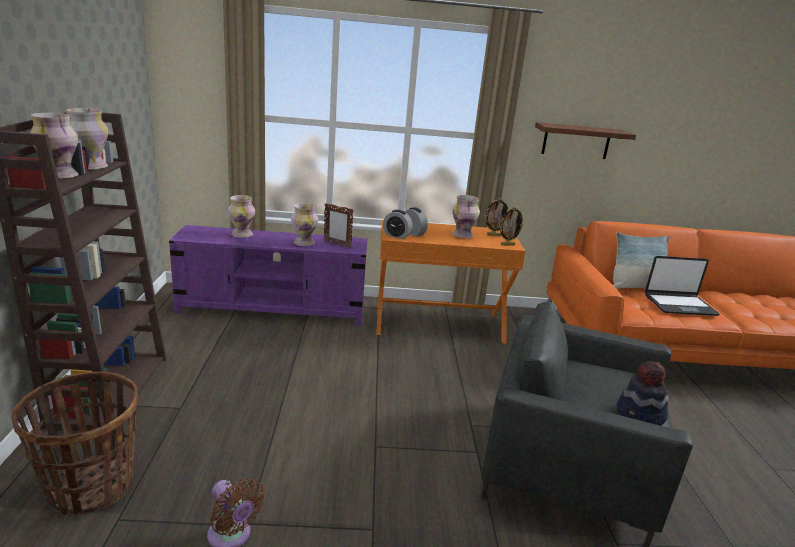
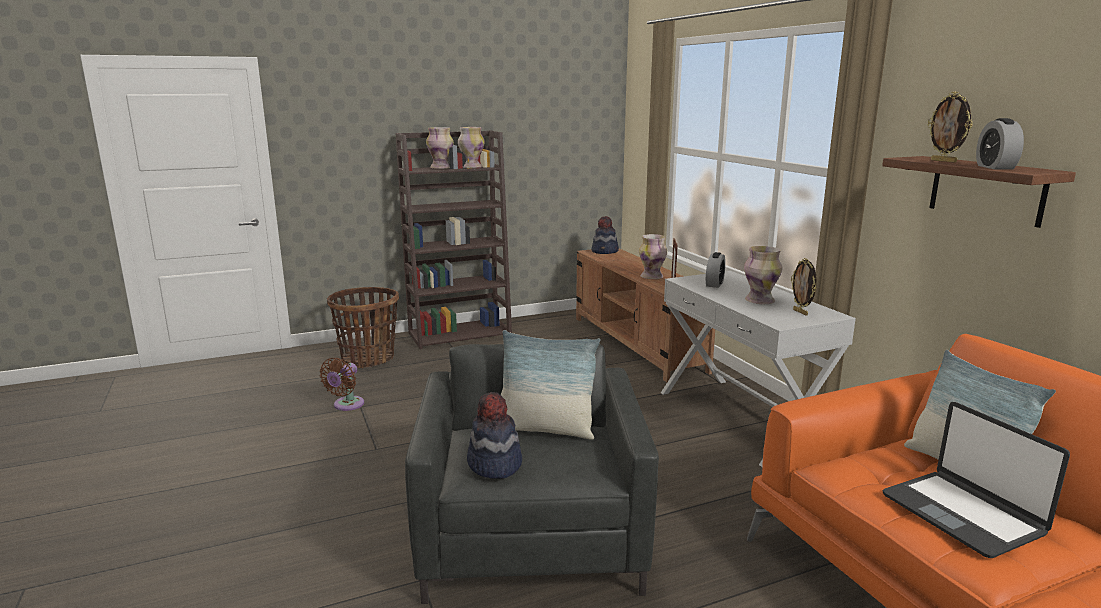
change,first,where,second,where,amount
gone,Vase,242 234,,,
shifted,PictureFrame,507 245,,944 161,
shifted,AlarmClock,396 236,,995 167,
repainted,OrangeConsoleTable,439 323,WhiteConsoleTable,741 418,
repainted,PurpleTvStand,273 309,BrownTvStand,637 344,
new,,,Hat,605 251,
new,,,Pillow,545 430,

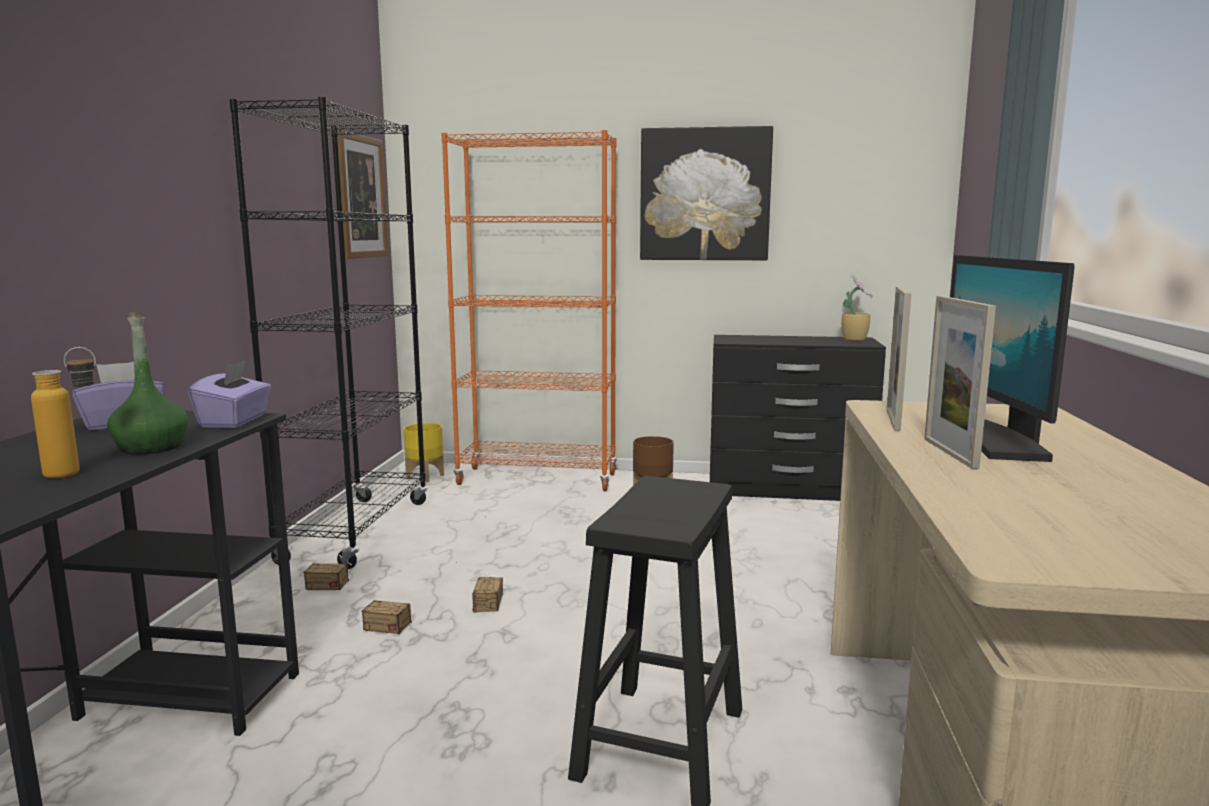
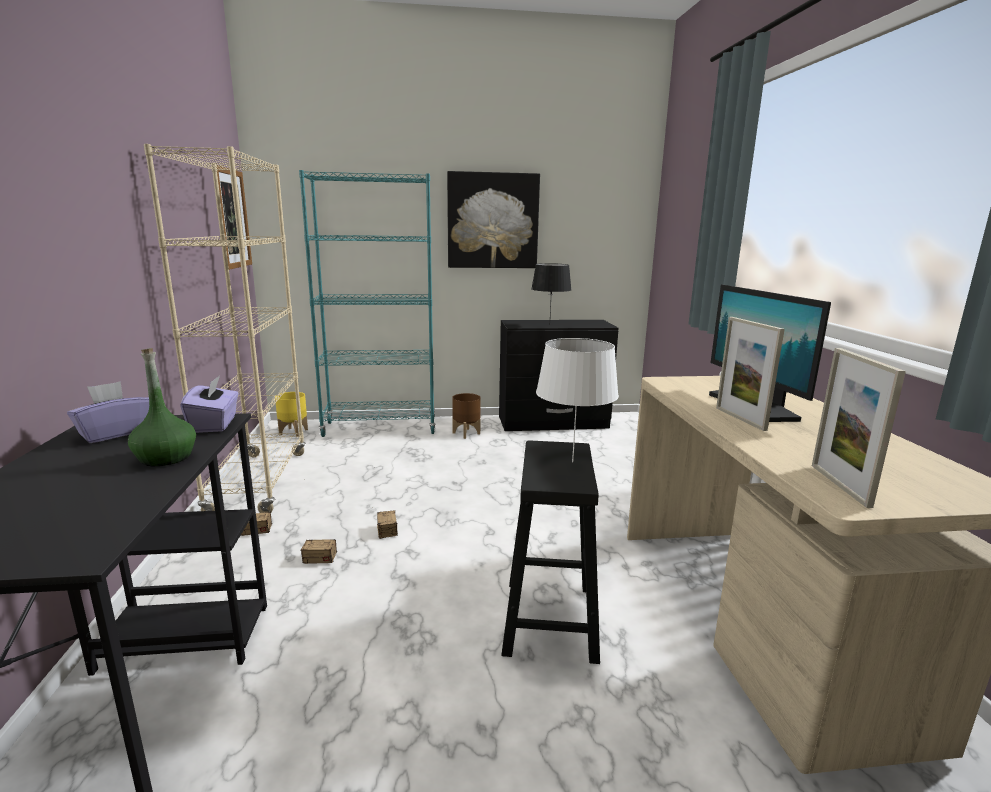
change,first,where,second,where,amount
repainted,BlackBookcase,356 531,BeigeBookcase,259 482,
repainted,OrangeBookcase,538 479,TurquoiseBookcase,380 428,
gone,PottedPlant,855 339,,,
shifted,PictureFrame,893 419,,839 485,
gone,Bottle,77 473,,,
new,,,BlackTableLamp,550 325,
new,,,WhiteTableLamp,571 462,

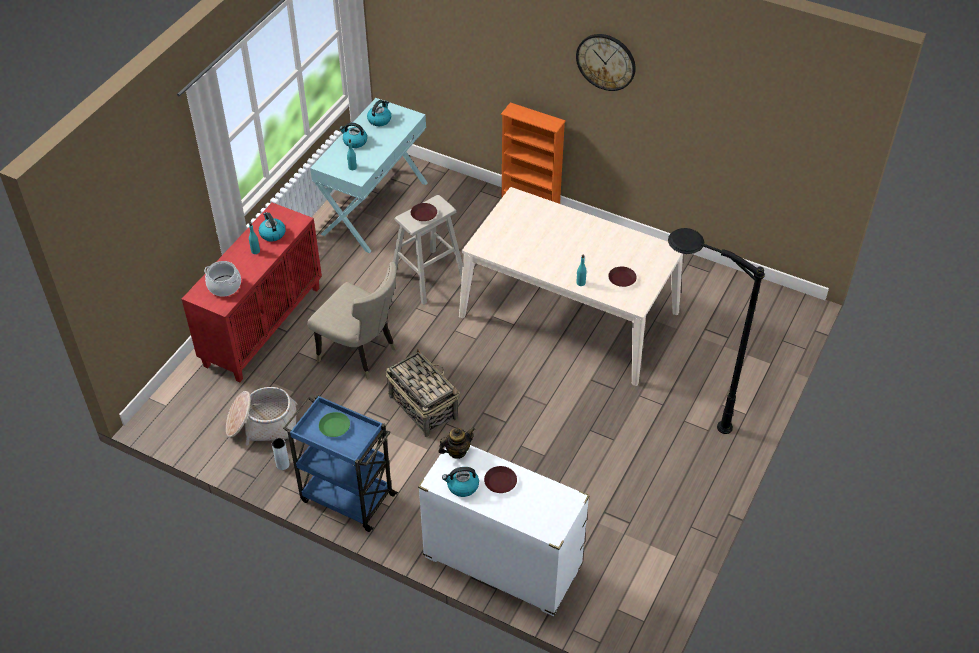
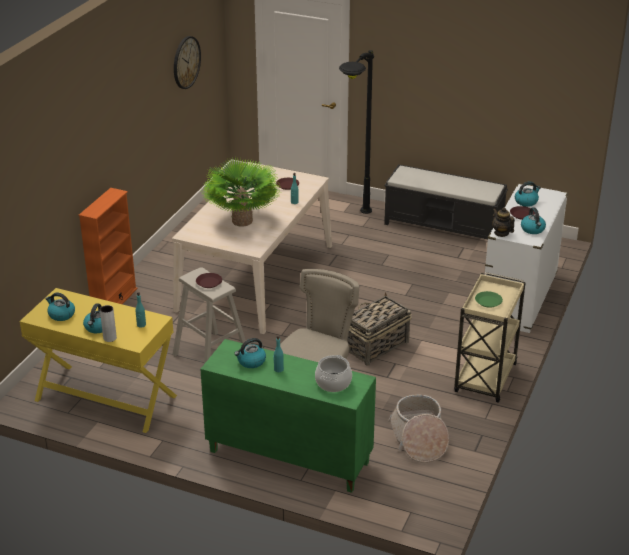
change,first,where,second,where,amount
shifted,WallClock,606 61,,186 62,
repainted,TurquoiseConsoleTable,374 208,YellowConsoleTable,105 398,
repainted,RedCabinet,263 325,GreenCabinet,287 457,
repainted,BlueCart,346 497,BeigeCart,485 379,
shifted,GreyVase,282 464,,110 338,
new,,,PottedPlant,242 221,
new,,,BlackBench,444 226,
new,,,Kettle,526 202,

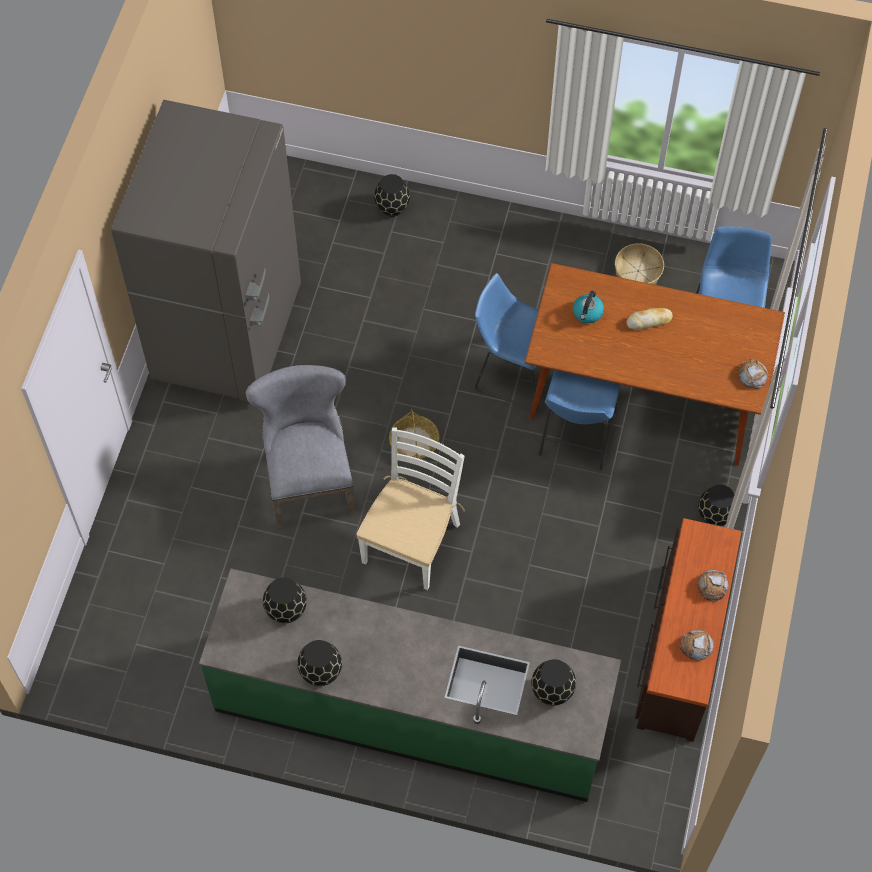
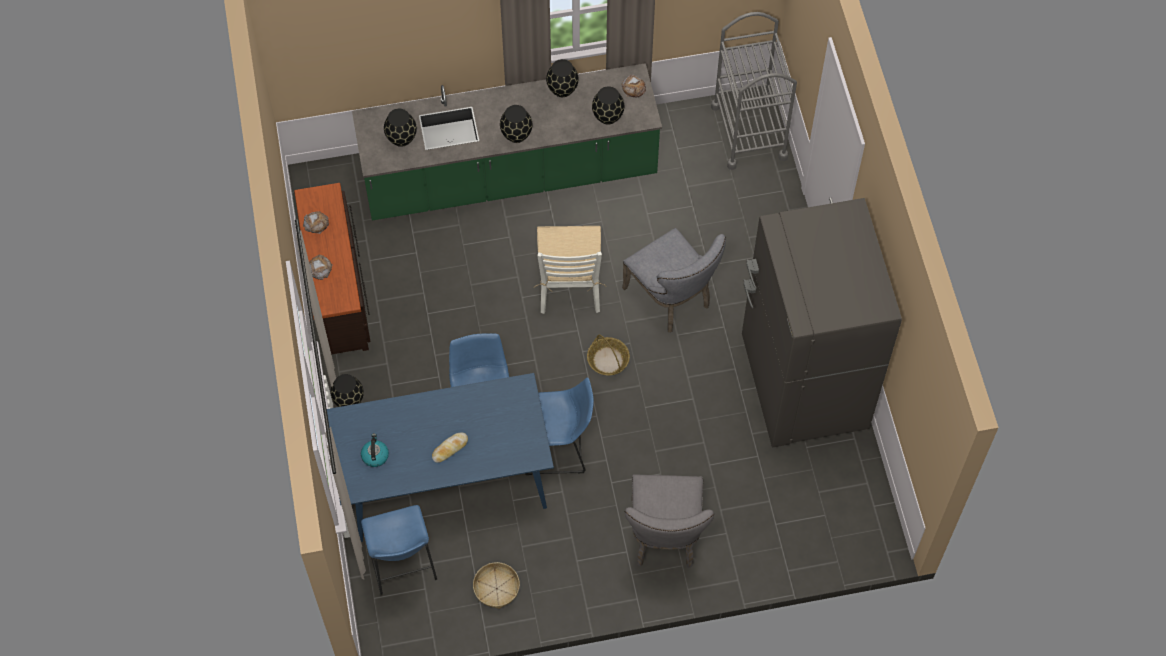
change,first,where,second,where,amount
shifted,BlackVase,392 208,,516 134,
repainted,BrownDiningTable,645 392,BlueDiningTable,444 479,
shifted,Kettle,587 313,,375 455,
shifted,Bread,752 375,,633 88,
new,,,GreyCart,749 132,
new,,,GreyChair,665 538,

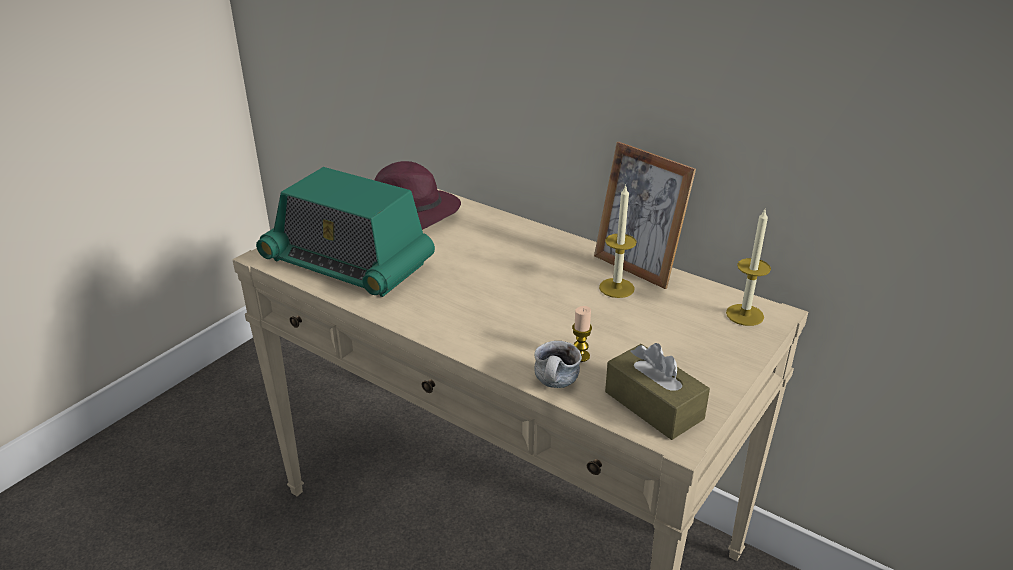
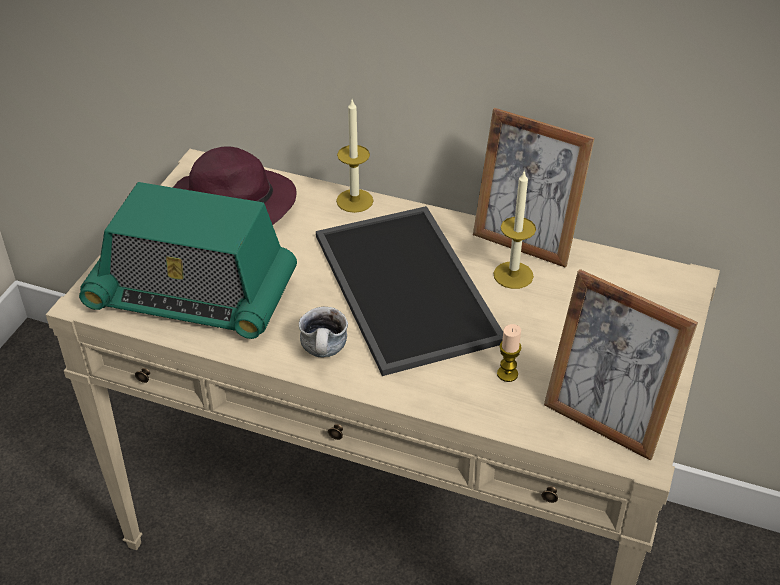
change,first,where,second,where,amount
shifted,Candle,744 315,,354 201,
shifted,Mug,556 385,,325 353,
swapped,BrownTissueBox,653 405,PictureFrame,604 421,
new,,,Tray,410 288,

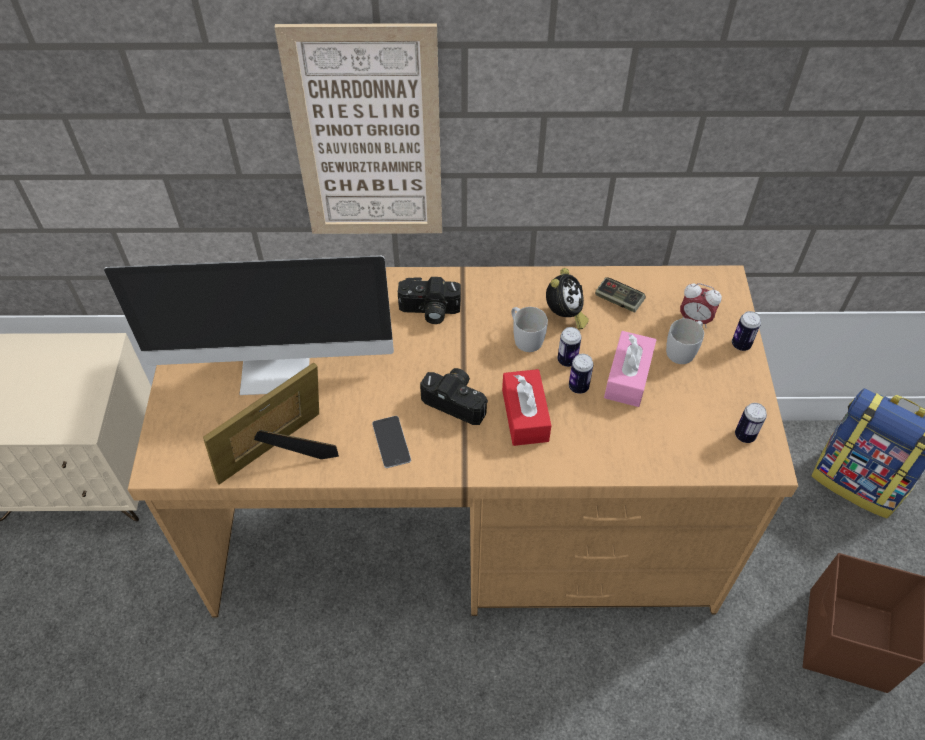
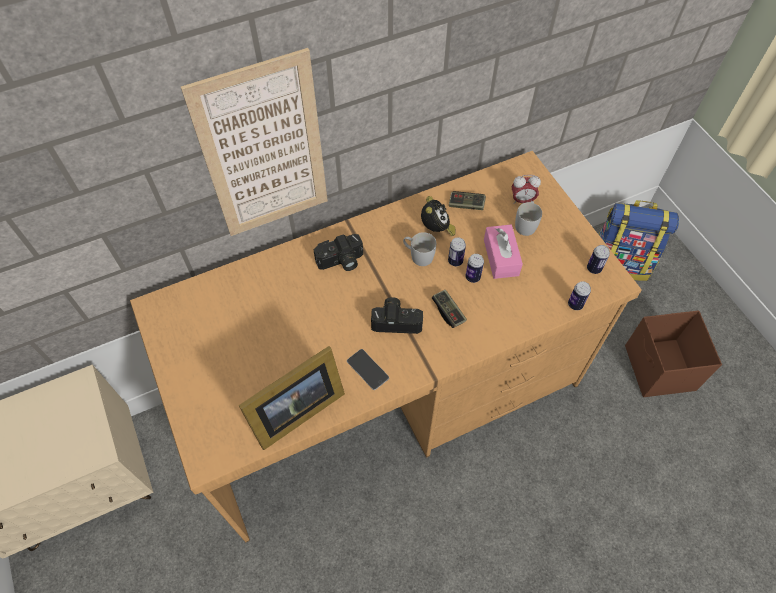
change,first,where,second,where,amount
gone,Monitor,277 368,,,
shifted,Can,741 344,,575 304,
rotated,PictureFrame,282 454,,294 412,150 degrees counterclockwise
swapped,RedTissueBox,525 415,GameController,448 312,

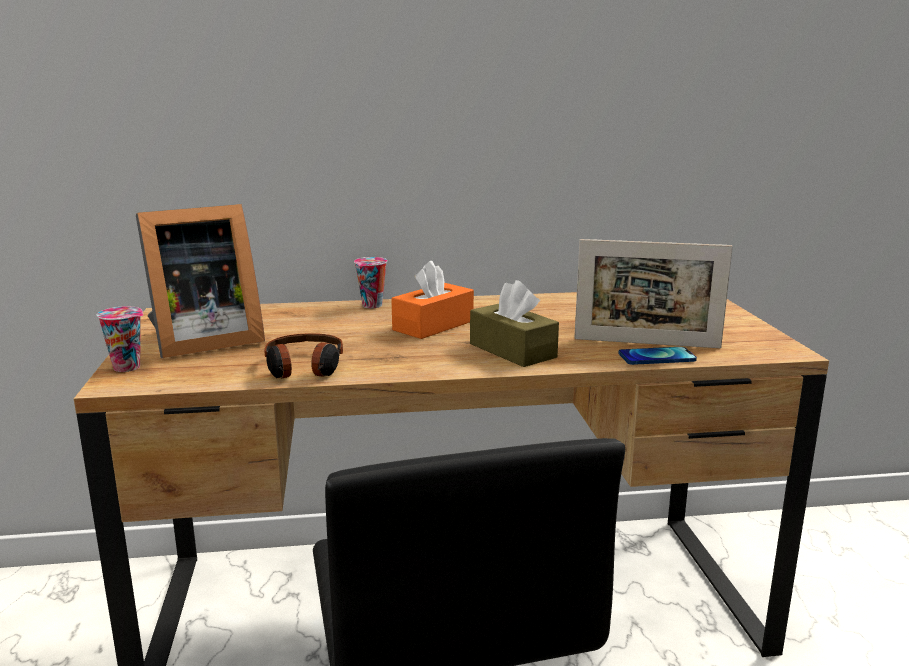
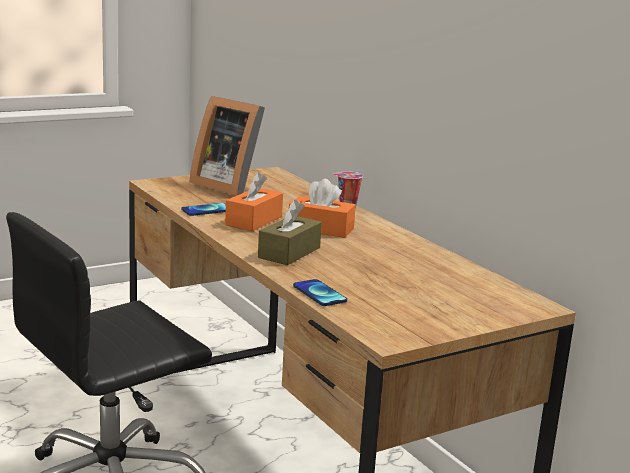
change,first,where,second,where,amount
gone,PictureFrame,646 343,,,
gone,Cup,129 367,,,
swapped,Headphones,304 368,Phone,207 210,
new,,,OrangeTissueBox,254 221,

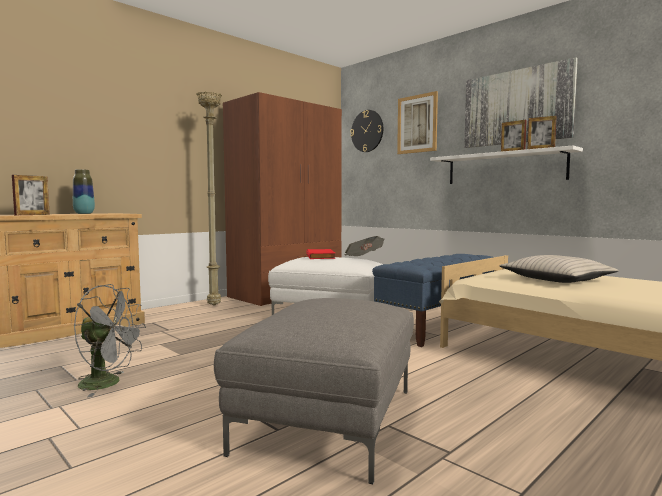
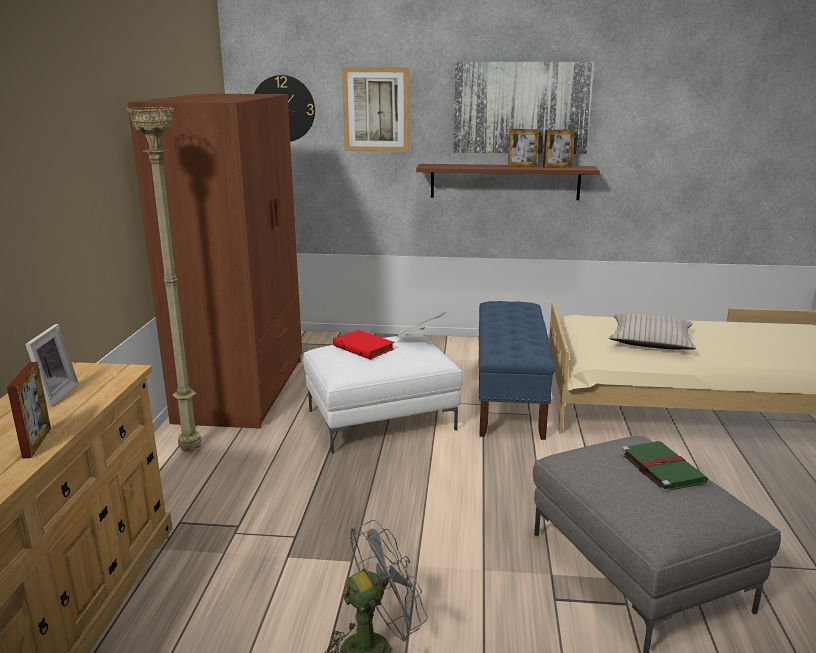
change,first,where,second,where,amount
repainted,WhiteShelf,504 168,BrownShelf,505 181,
swapped,Vase,84 213,PictureFrame,53 394,
new,,,GreenBook,661 468,

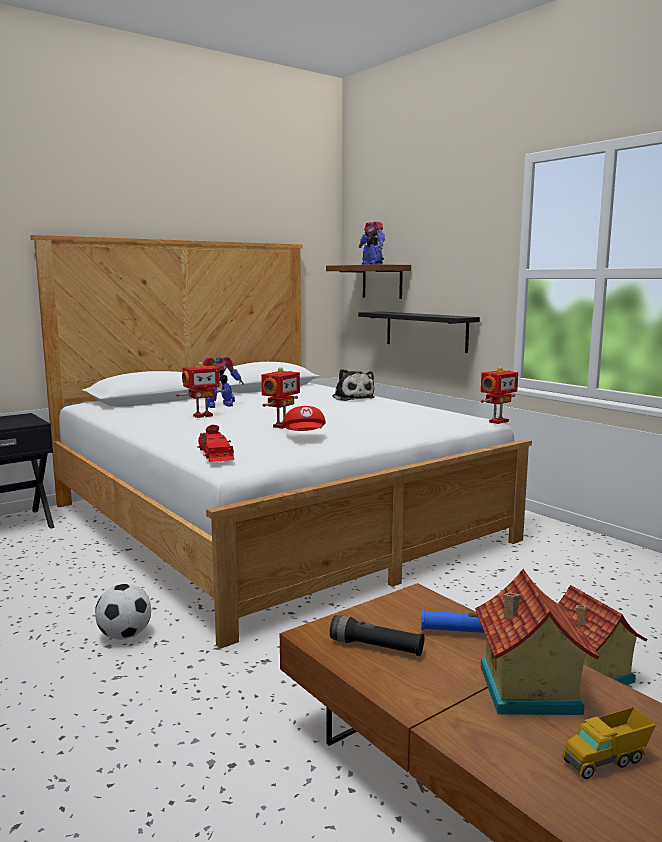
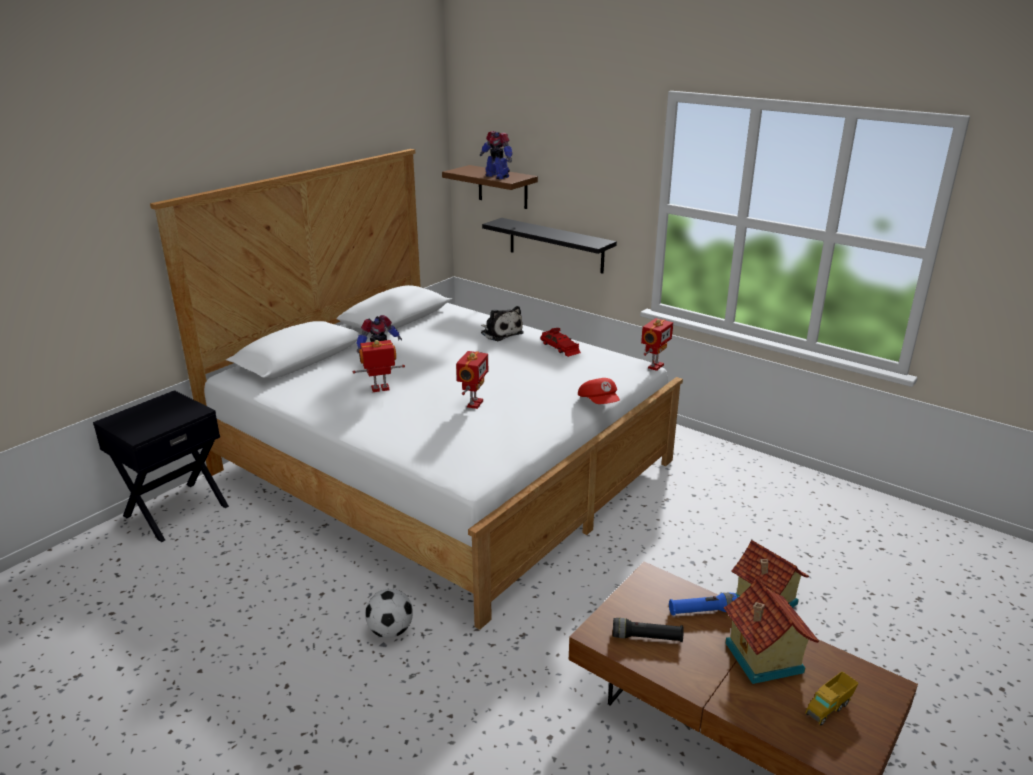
change,first,where,second,where,amount
rotated,ToyRobot,202 415,,380 389,150 degrees counterclockwise
shifted,RedCap,305 435,,599 402,
shifted,RedToyCar,215 454,,560 347,

